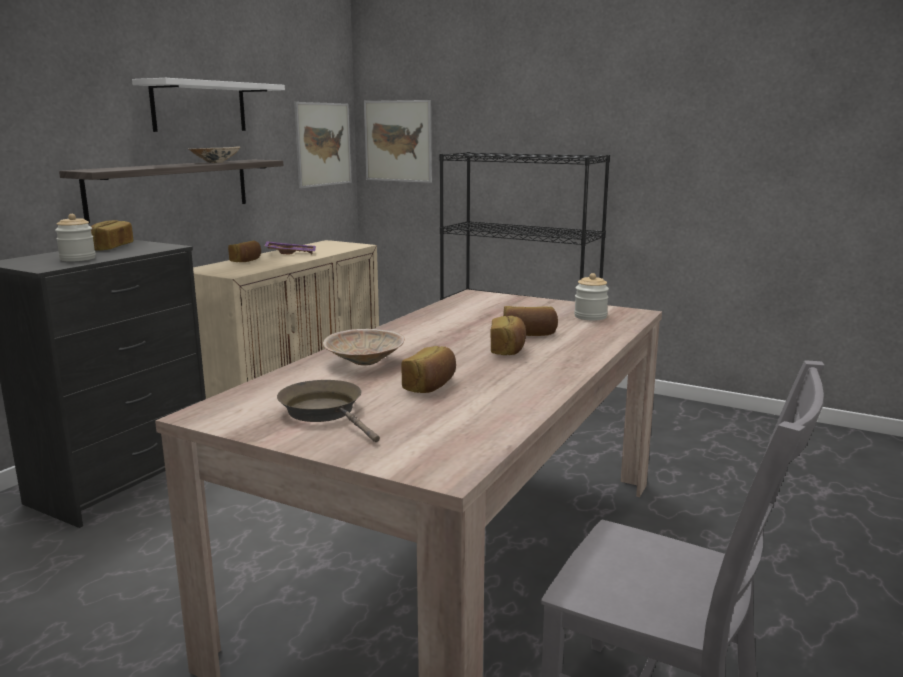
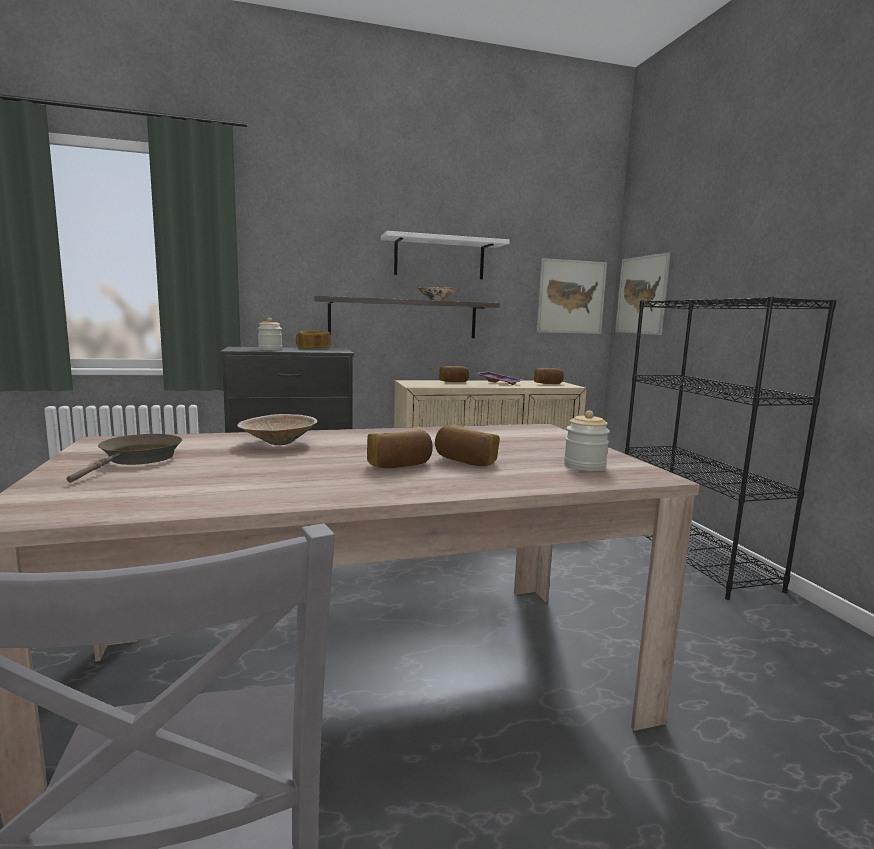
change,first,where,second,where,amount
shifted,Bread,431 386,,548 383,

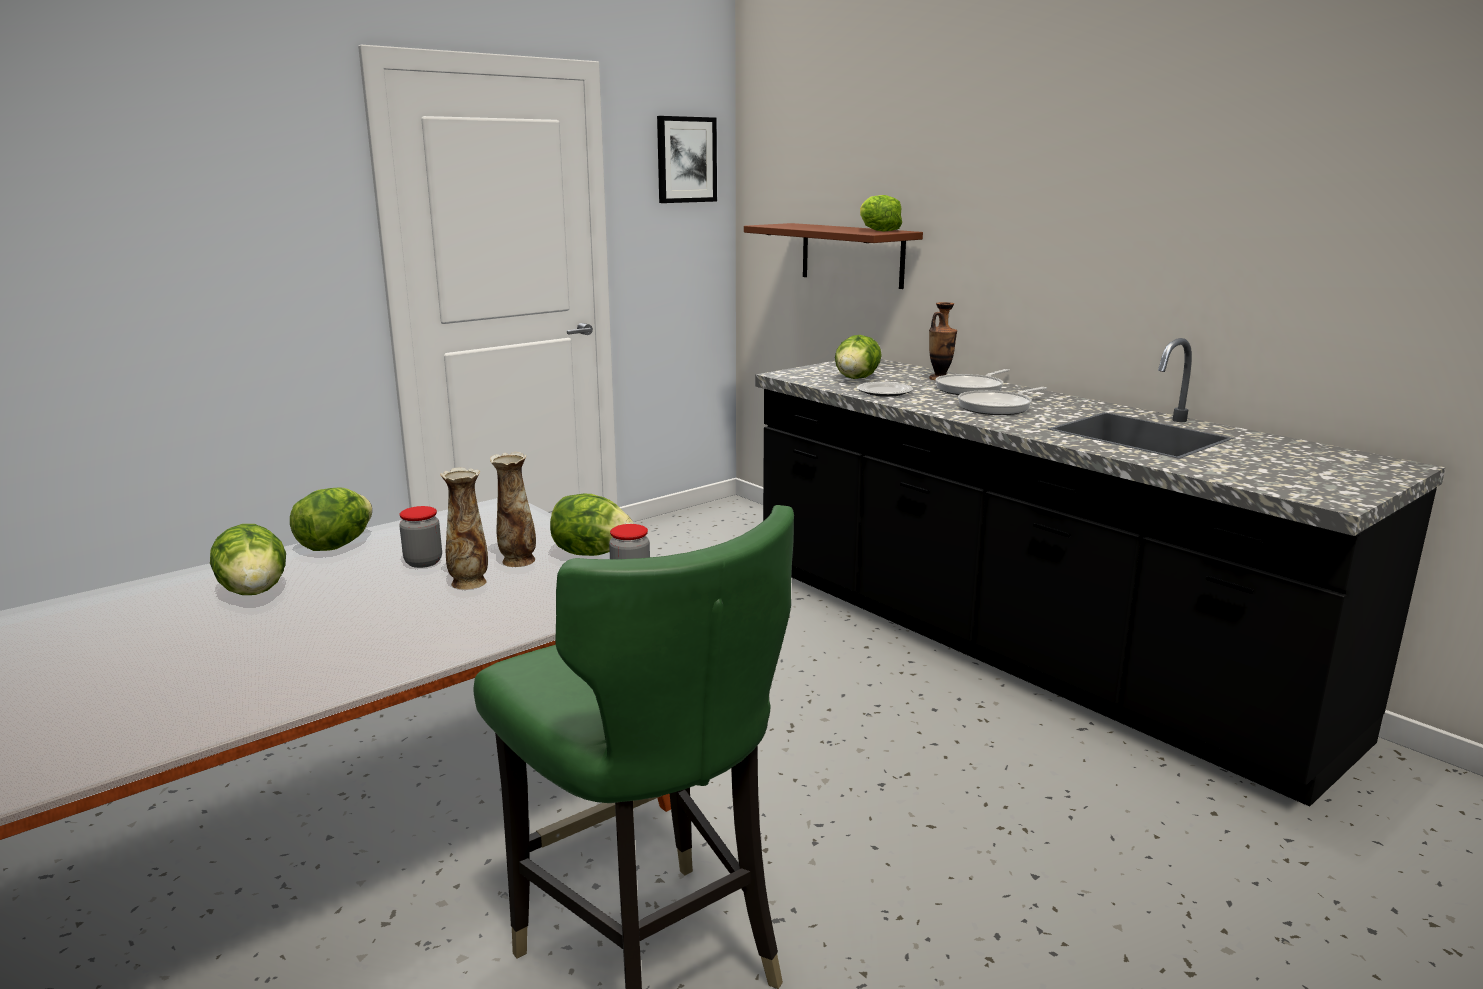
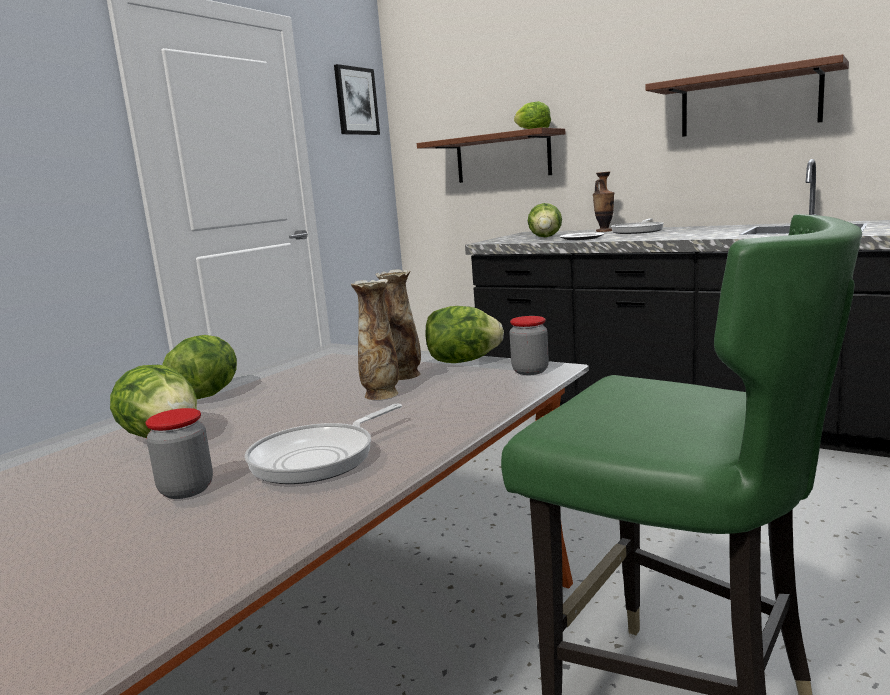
change,first,where,second,where,amount
shifted,FryingPan,998 407,,319 458,
shifted,Jar,423 562,,186 490,
new,,,BrownShelf,749 103,

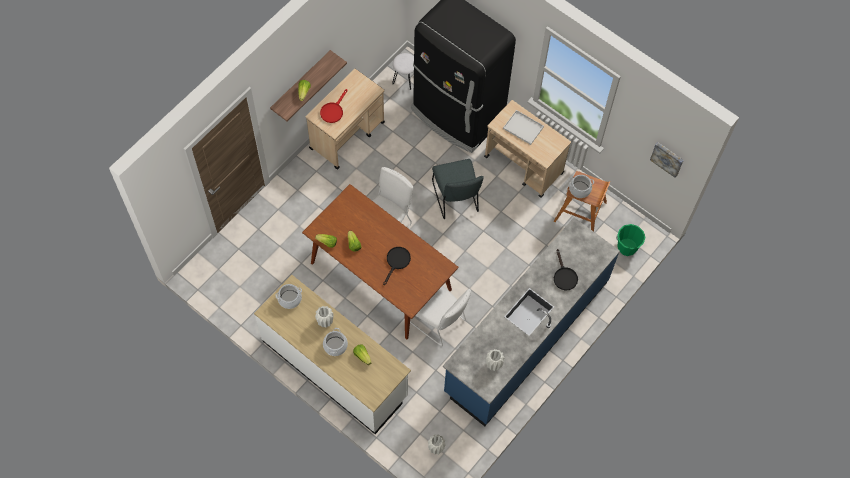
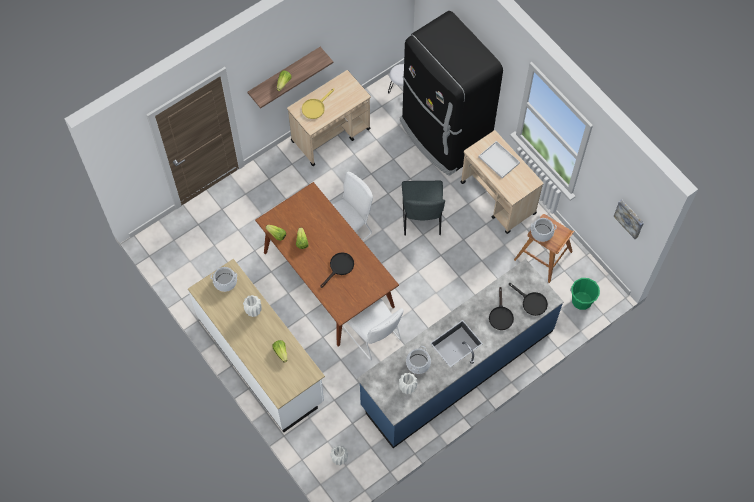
change,first,where,second,where,amount
repainted,RedFryingPan,333 111,YellowFryingPan,315 107,
shifted,CookingPot,335 346,,418 363,
new,,,BlackFryingPan,531 302,

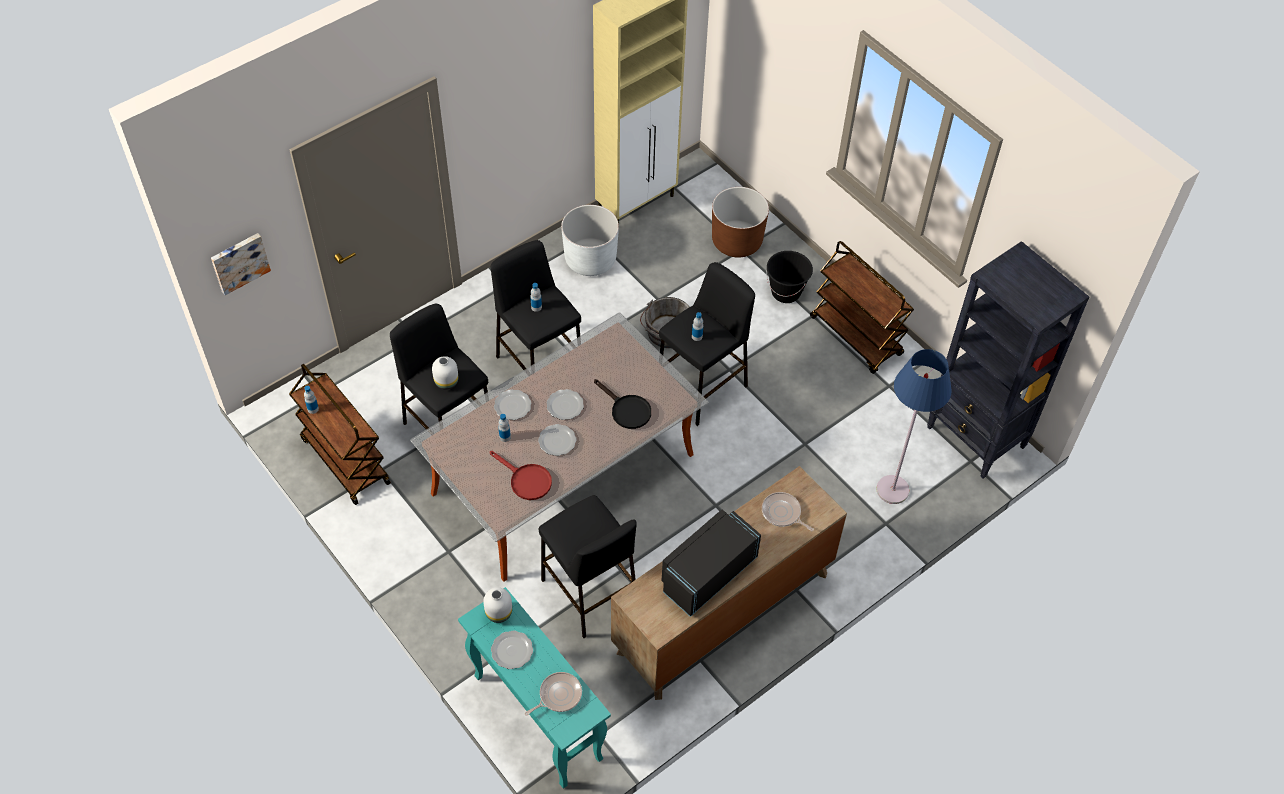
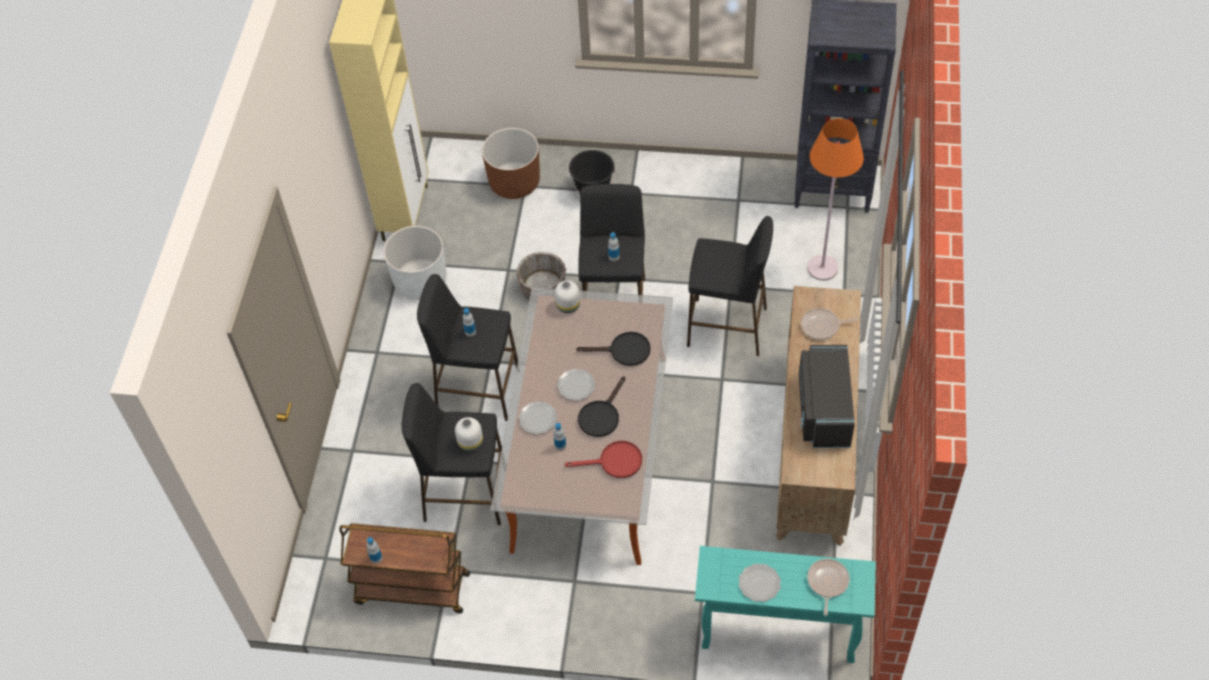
change,first,where,second,where,amount
gone,Picture,239 262,,,
gone,BrownCart,856 336,,,
repainted,BlueFloorLamp,893 490,OrangeFloorLamp,822 268,
swapped,Plate,556 441,BlackFryingPan,601 415,
shifted,BlackStool,590 593,,727 327,
shifted,WhiteVase,498 613,,568 306,

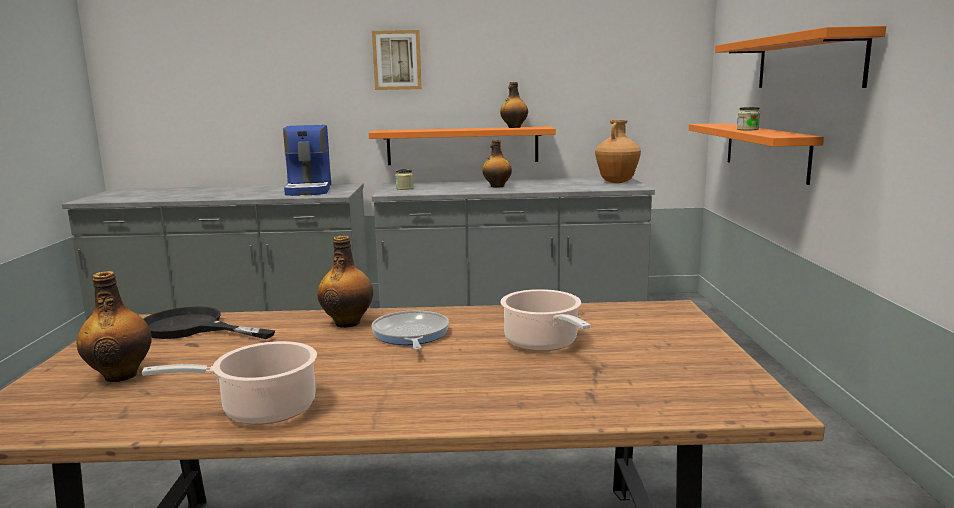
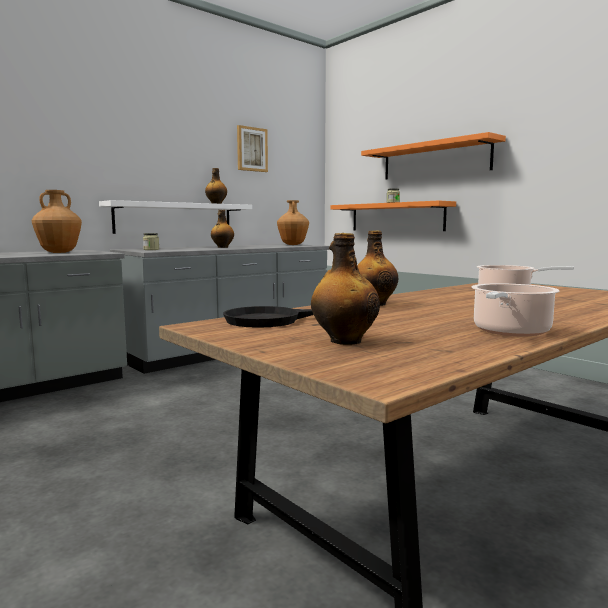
change,first,where,second,where,amount
shifted,Picture,397 60,,251 149,
swapped,CoffeeMachine,310 190,BrownVase,59 252,
repainted,OrangeShelf,462 146,WhiteShelf,174 218,
gone,FryingPan,410 335,,,

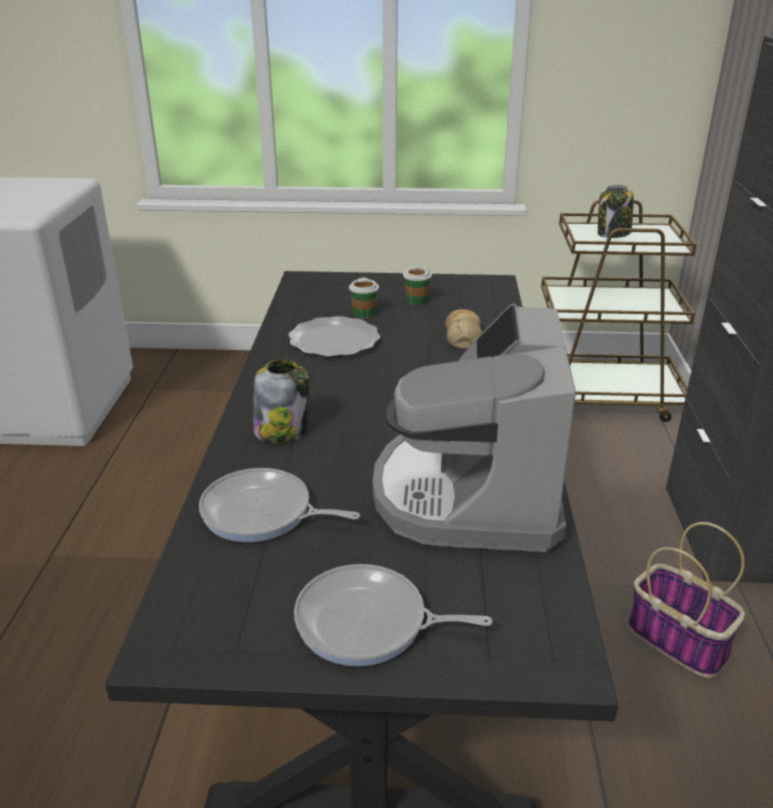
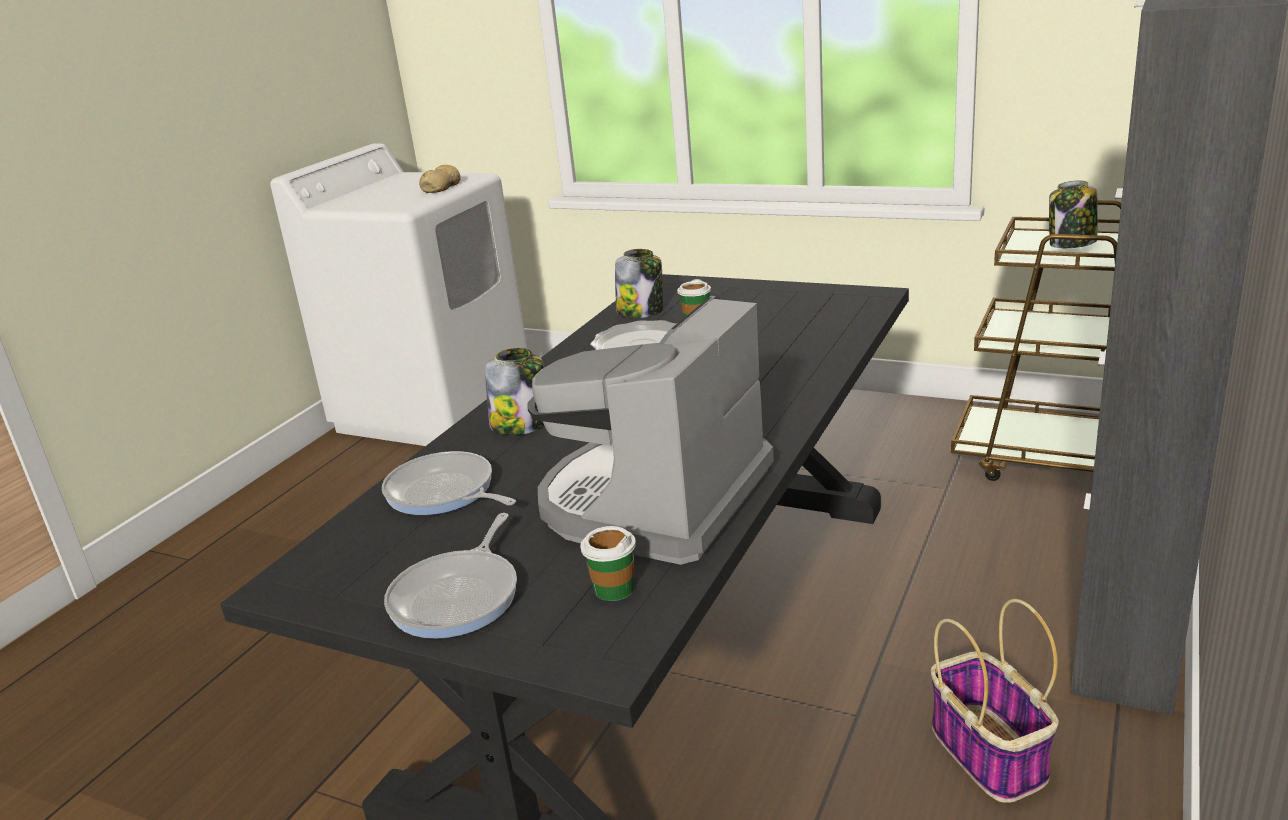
change,first,where,second,where,amount
shifted,Cup,416 300,,613 589,
shifted,Bread,463 337,,442 187,
rotated,FryingPan,368 623,,459 596,105 degrees counterclockwise
new,,,Jar,641 311,

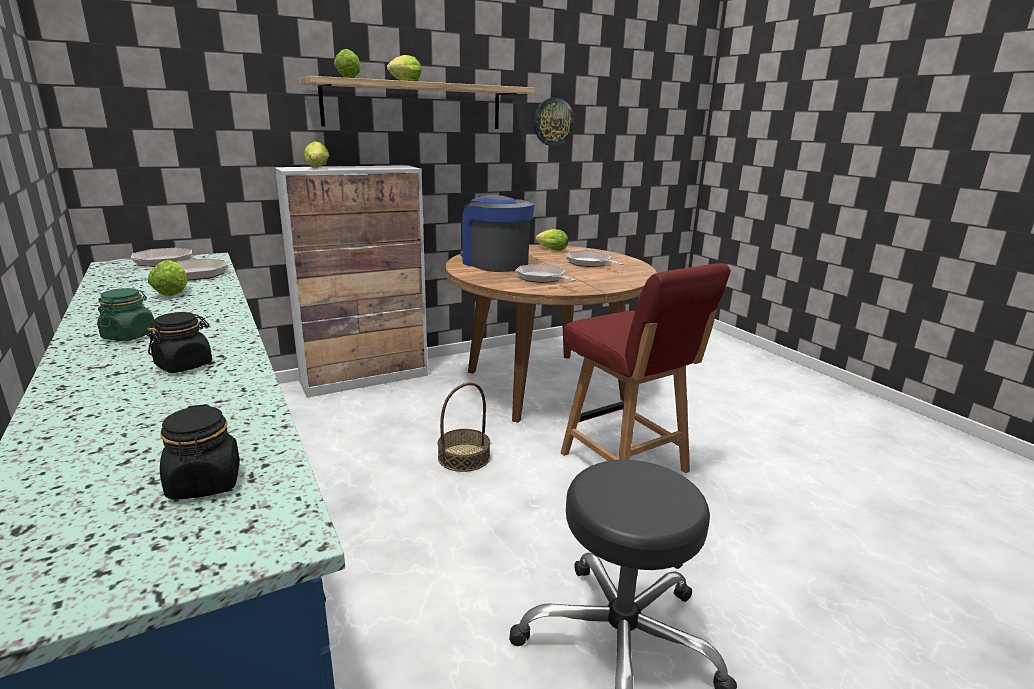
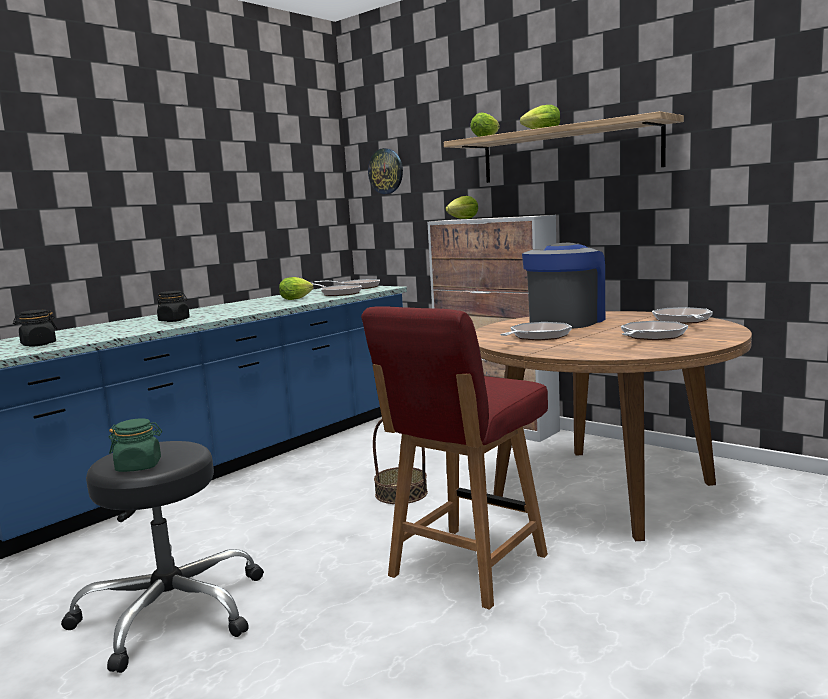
change,first,where,second,where,amount
shifted,WallClock,553 122,,386 171,
swapped,Lettuce,550 250,FryingPan,683 321,
shifted,GreenJar,129 335,,139 466,

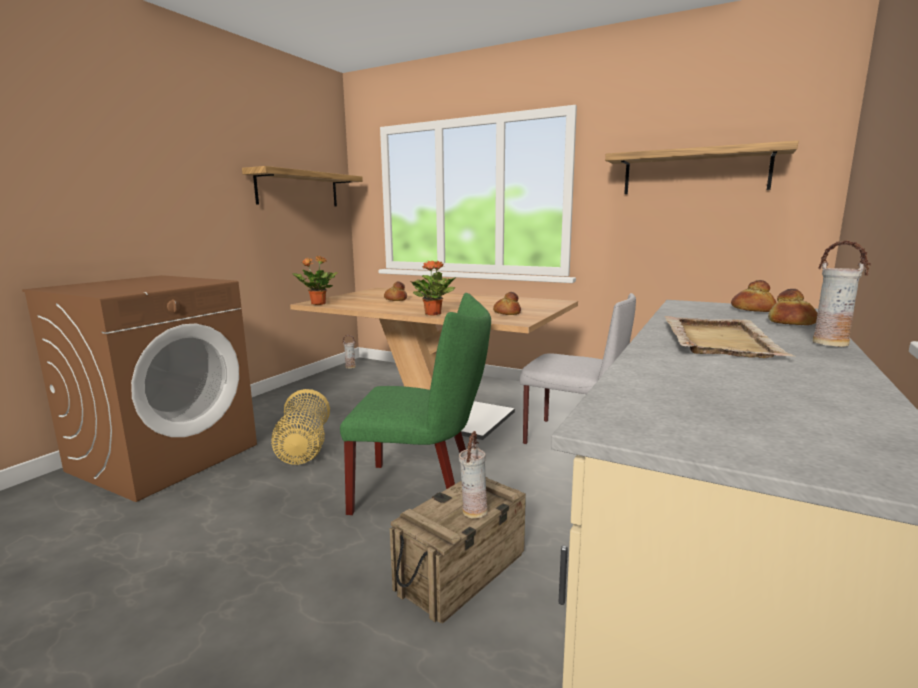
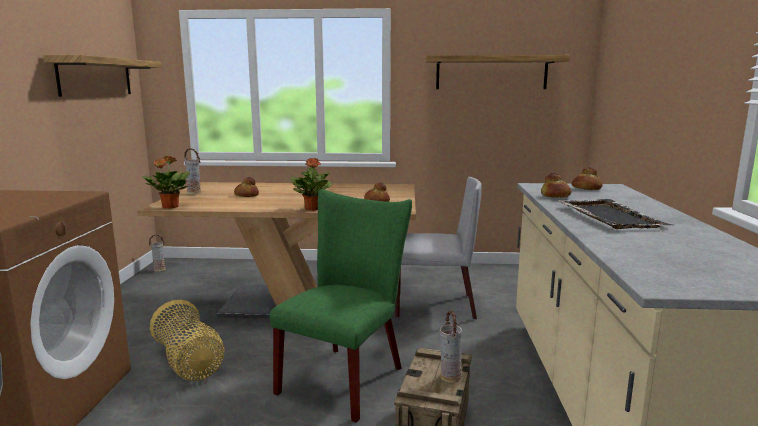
change,first,where,second,where,amount
shifted,Vase,830 343,,194 193,
shifted,Bread,791 323,,555 196,
rotated,GreenChair,423 491,,346 376,45 degrees counterclockwise
repainted,BeigeTray,718 340,BlackTray,609 216,

